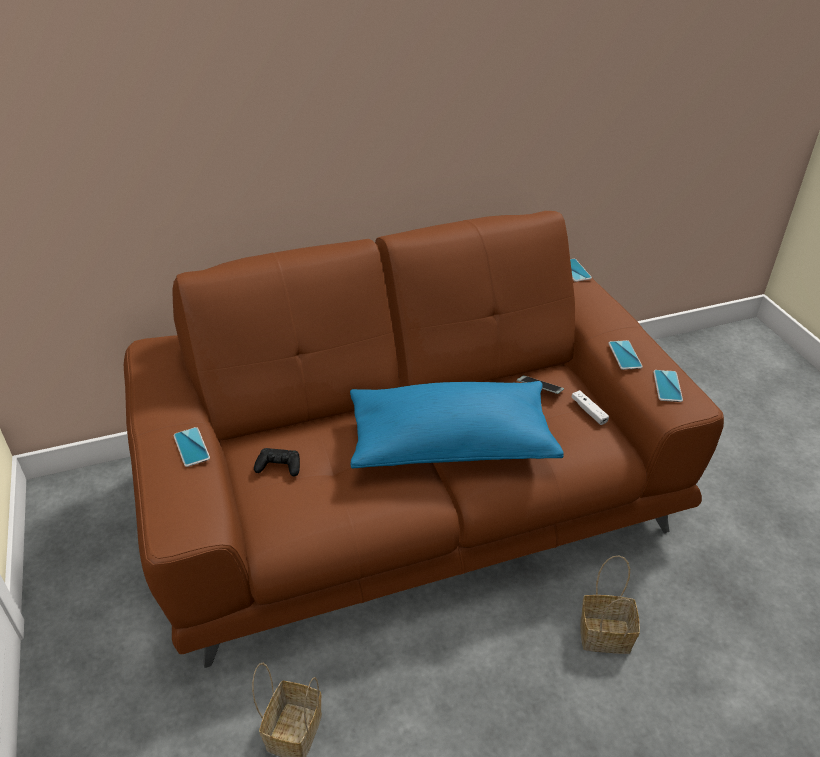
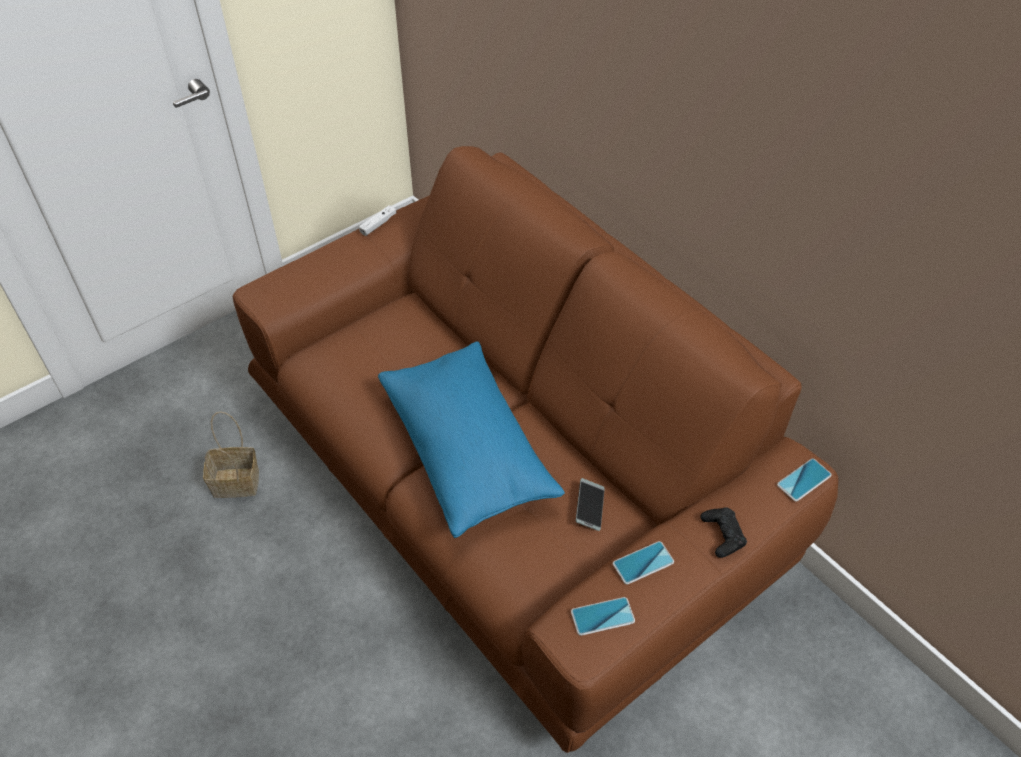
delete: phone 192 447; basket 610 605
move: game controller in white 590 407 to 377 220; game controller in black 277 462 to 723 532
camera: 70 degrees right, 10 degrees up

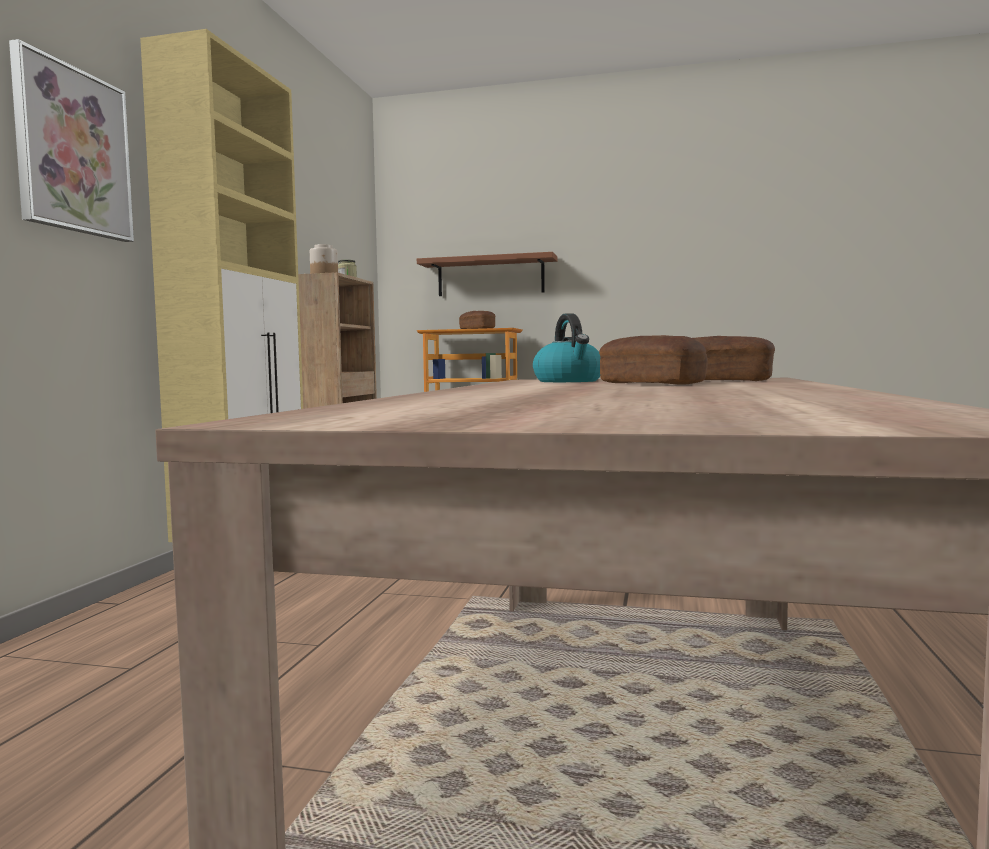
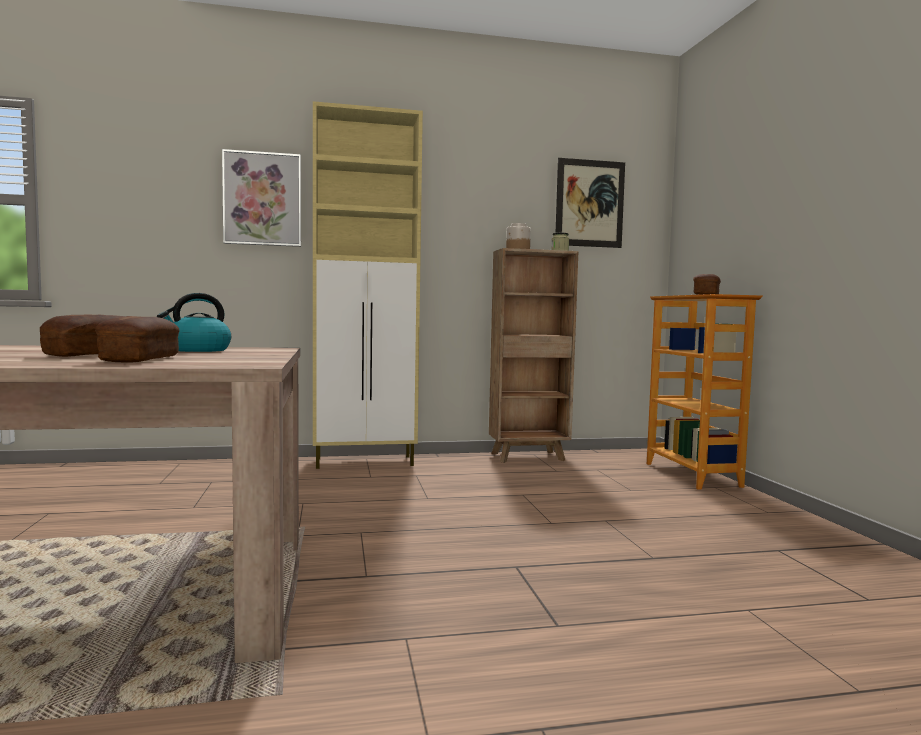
delete: shelf in brown 487 274
insert: picture 590 203
camera: 65 degrees right, 0 degrees up

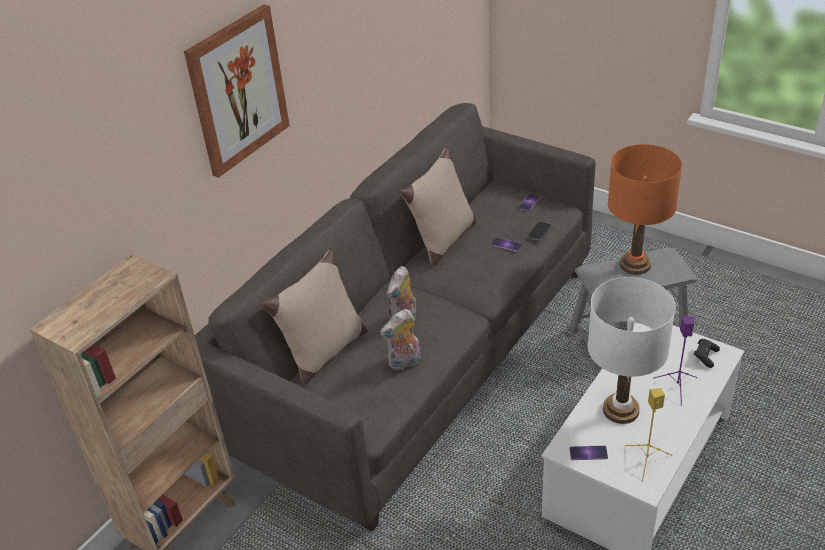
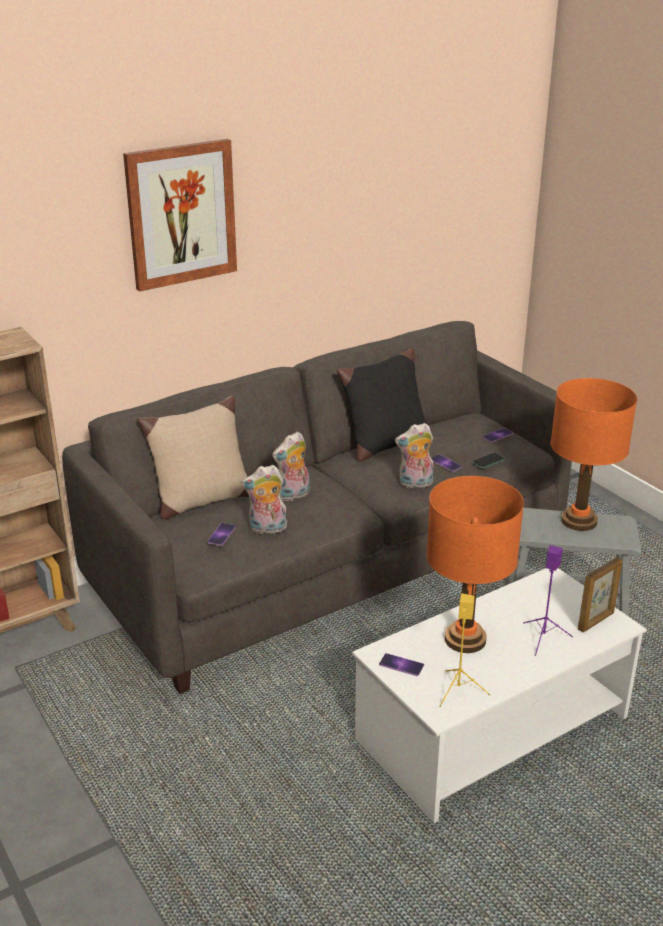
insert: plush toy 414 455; phone 221 534
replace: game controller in black 706 353 to picture frame 600 594
recolor: pillow in beige 438 206 to pillow in black 381 404; table lamp in white 632 350 to table lamp in orange 475 564
camera: 20 degrees right, 10 degrees down

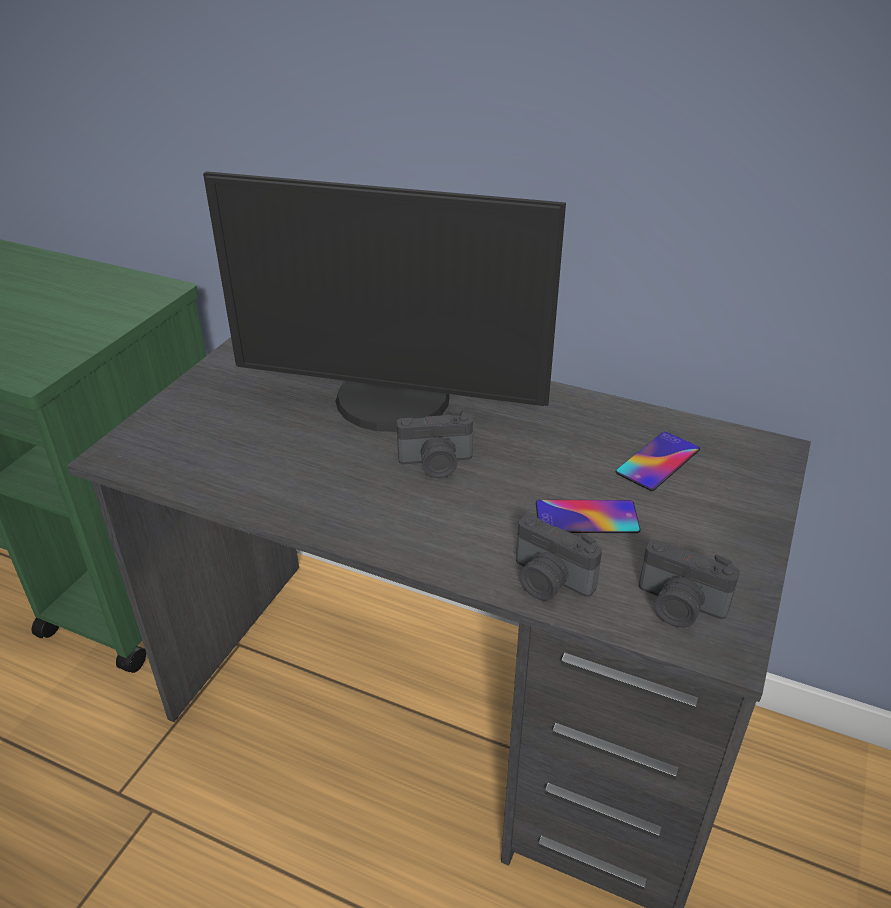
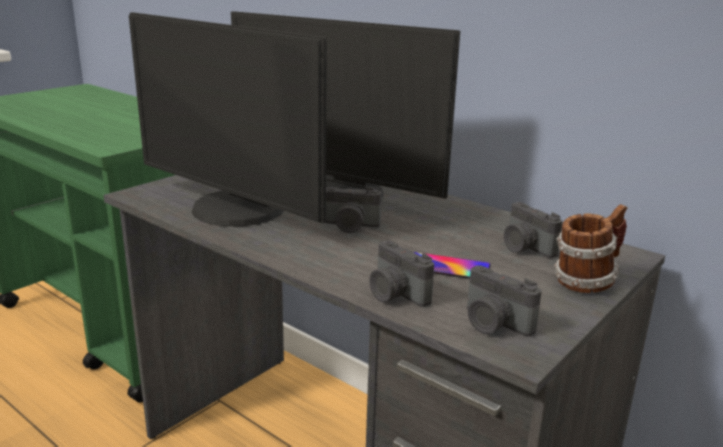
insert: monitor 228 119; mug 591 248
replace: phone 658 461 to photo camera 533 230
camera: 15 degrees right, 15 degrees down

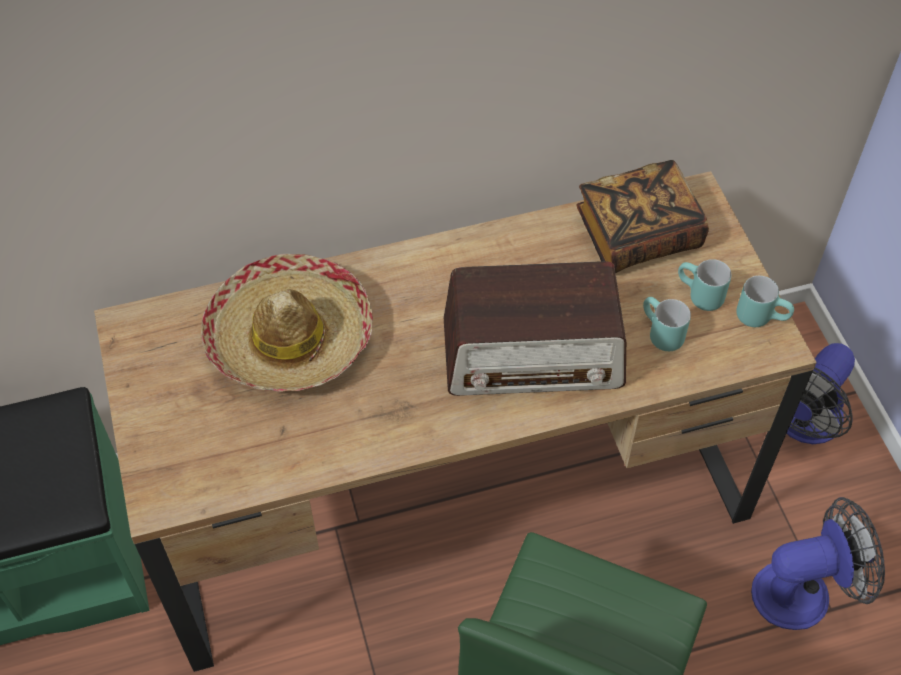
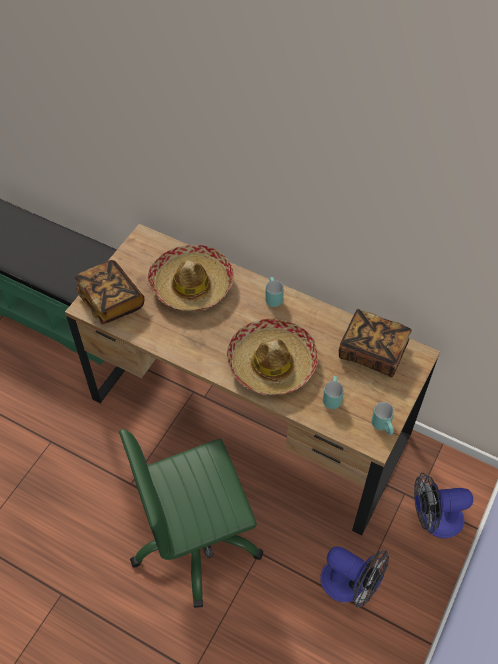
insert: book 110 292
move: mug in turquoise 705 285 to 274 292
replace: radio 535 328 to hat 272 356
camera: 45 degrees right, 0 degrees up

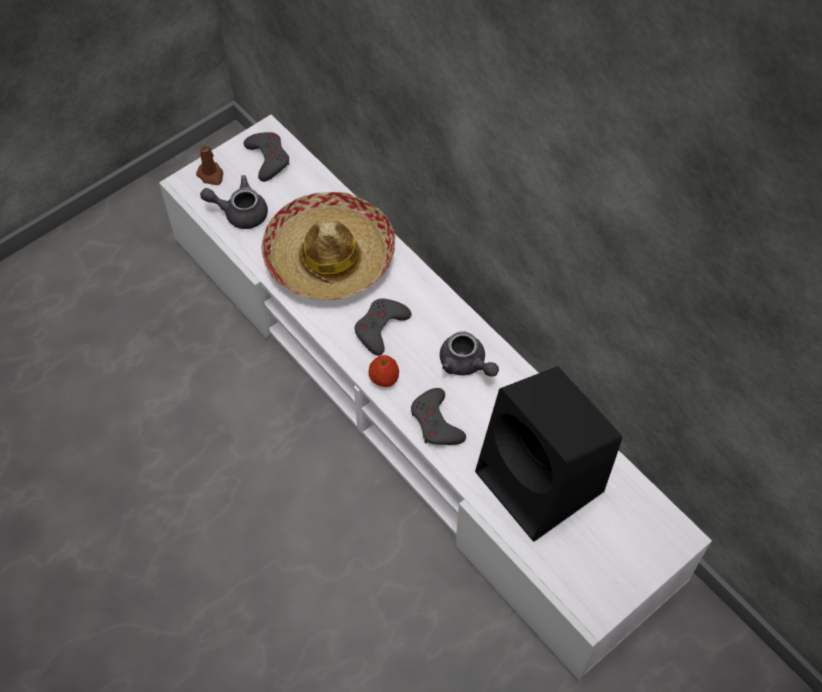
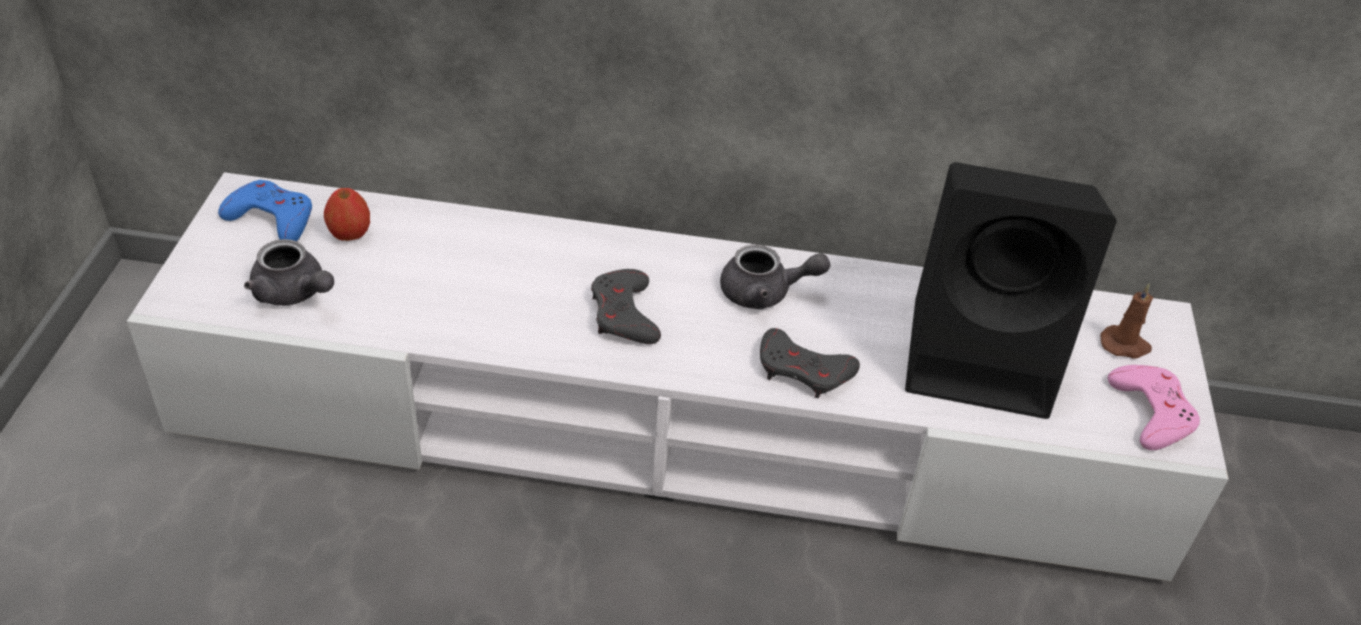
delete: hat 328 246
insert: game controller in pink 1154 407
move: candle in brown 209 163 to 1126 321; apple 383 371 to 347 214
recolor: game controller in grey 266 157 to game controller in blue 265 210
rotate: teapot in grey 234 202 = 289 272 105 degrees counterclockwise
camera: 45 degrees left, 15 degrees down

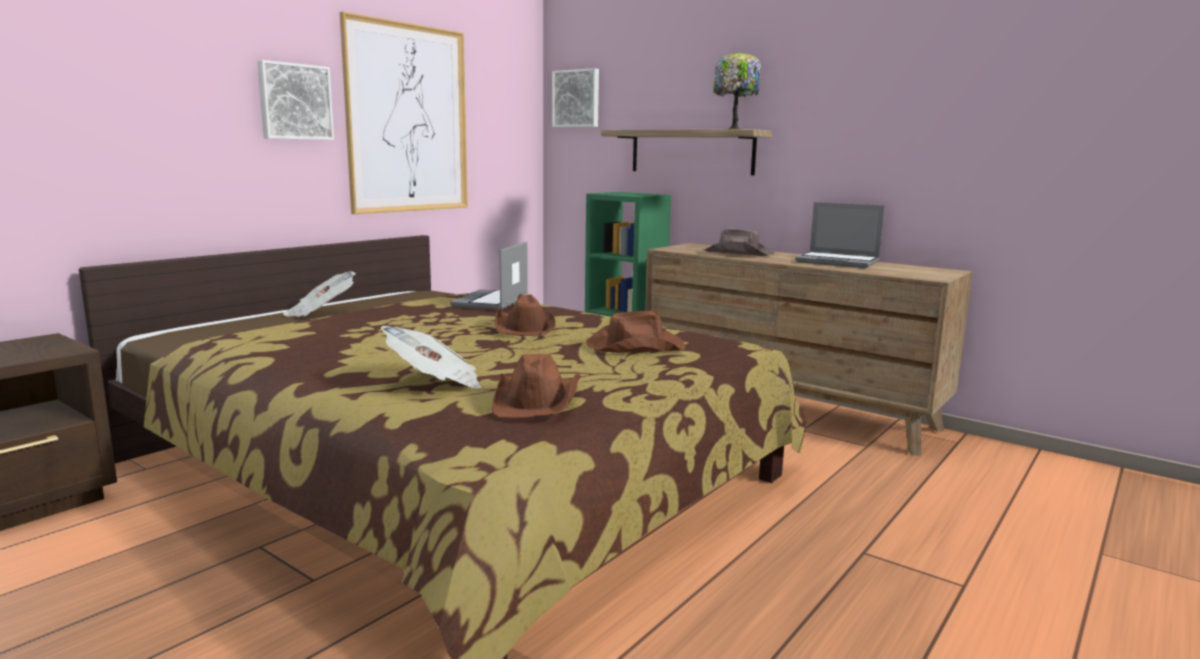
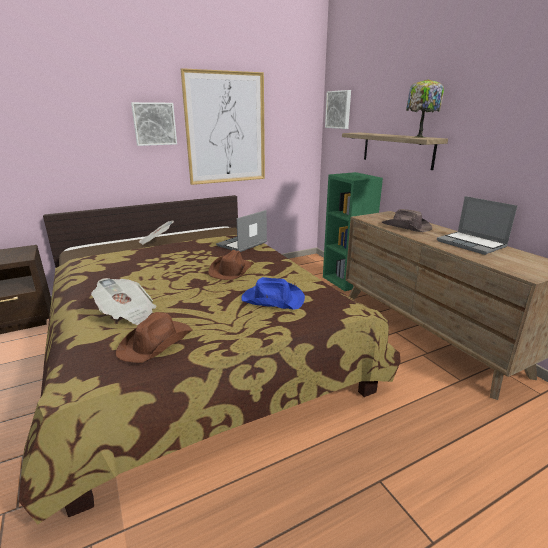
recolor: hat in brown 635 332 to hat in blue 273 293
camera: 25 degrees right, 10 degrees up

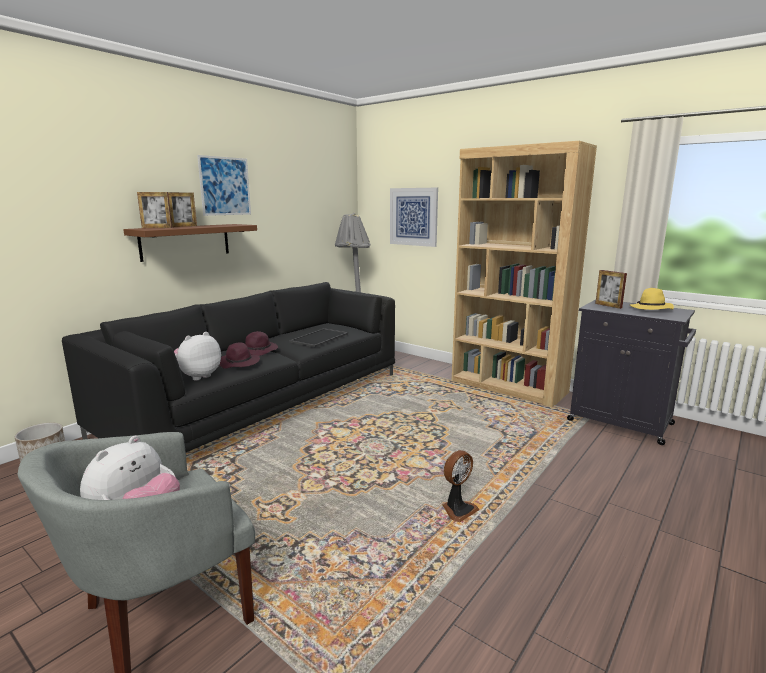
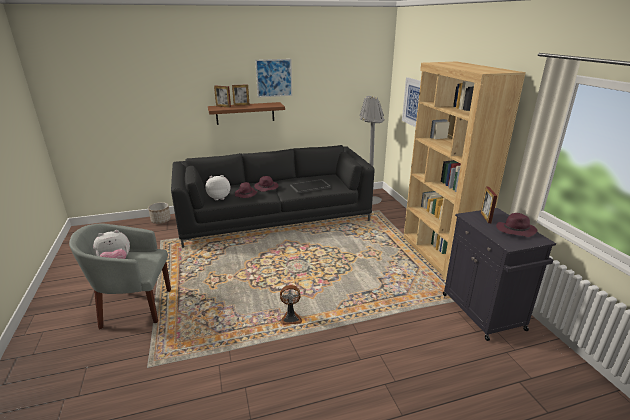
recolor: hat in yellow 652 299 to hat in purple 517 225
camera: 35 degrees right, 10 degrees up

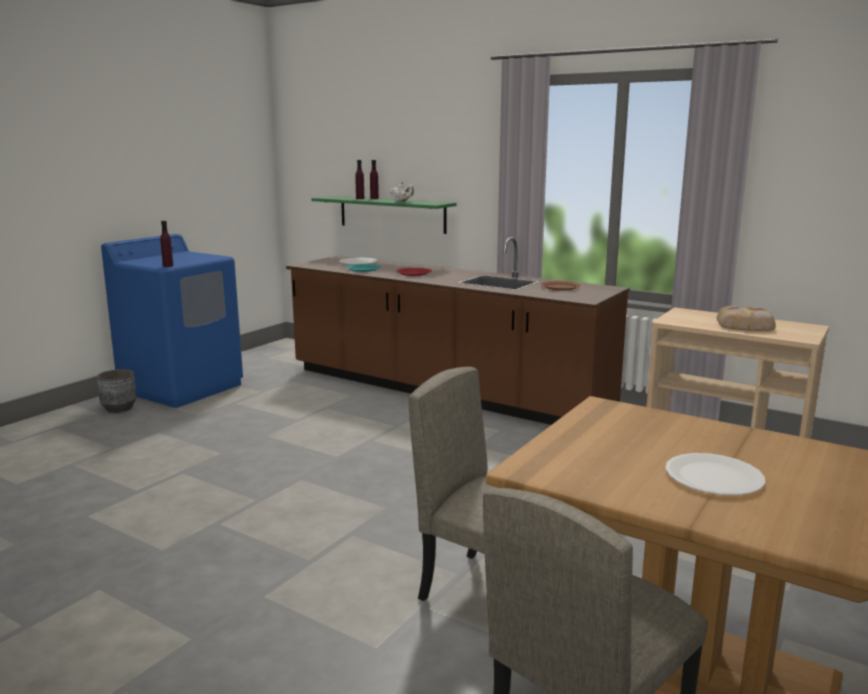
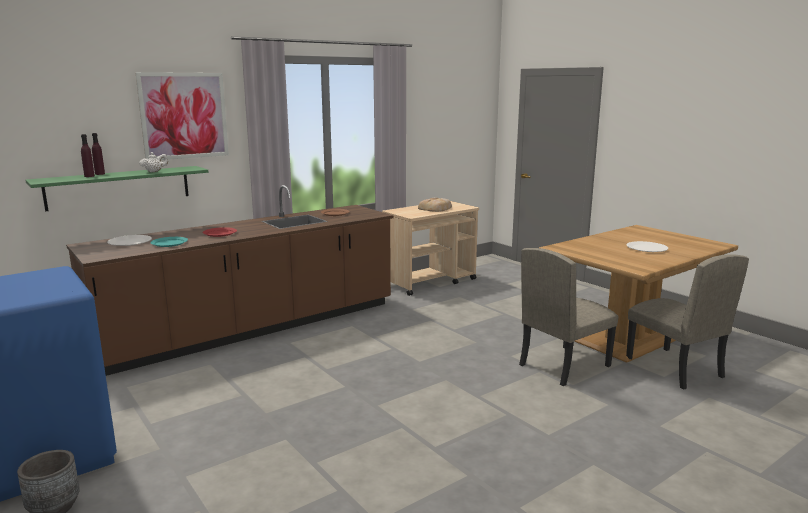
delete: bottle in purple 166 244
insert: picture 182 116
camera: 70 degrees left, 0 degrees up

